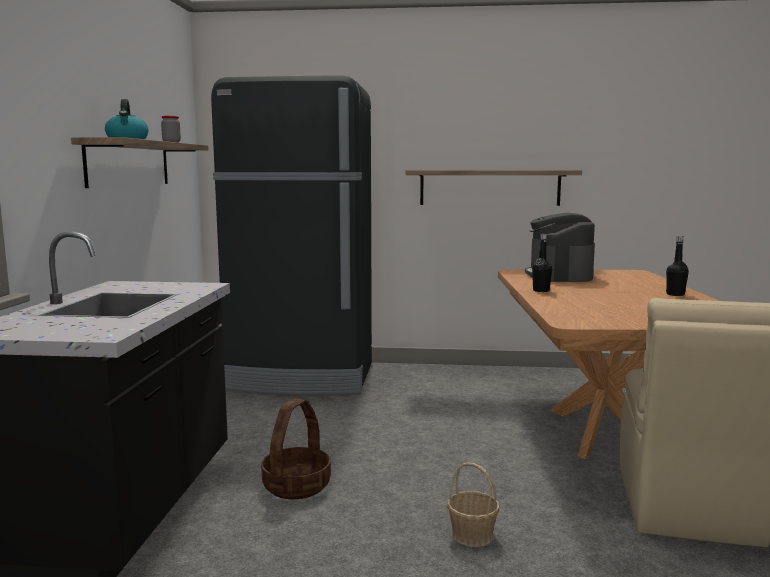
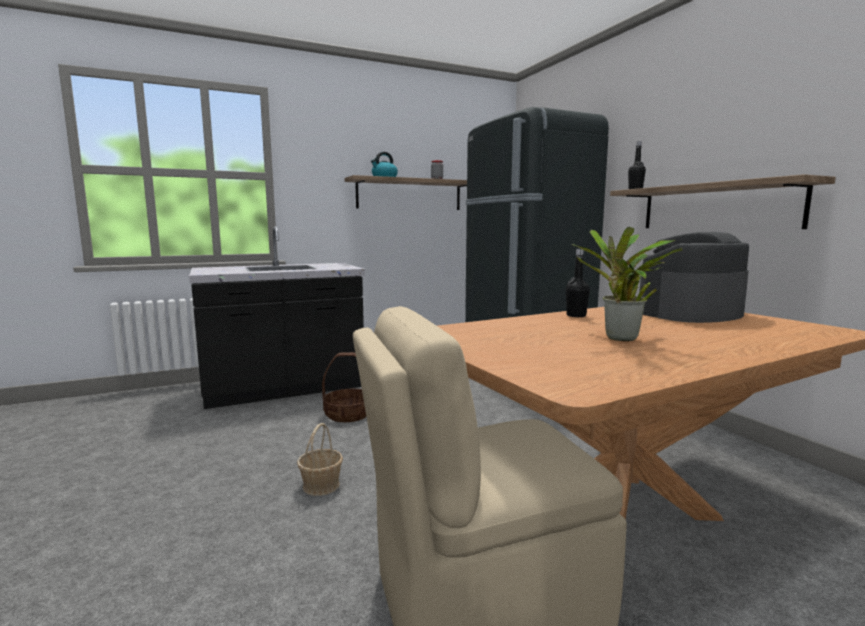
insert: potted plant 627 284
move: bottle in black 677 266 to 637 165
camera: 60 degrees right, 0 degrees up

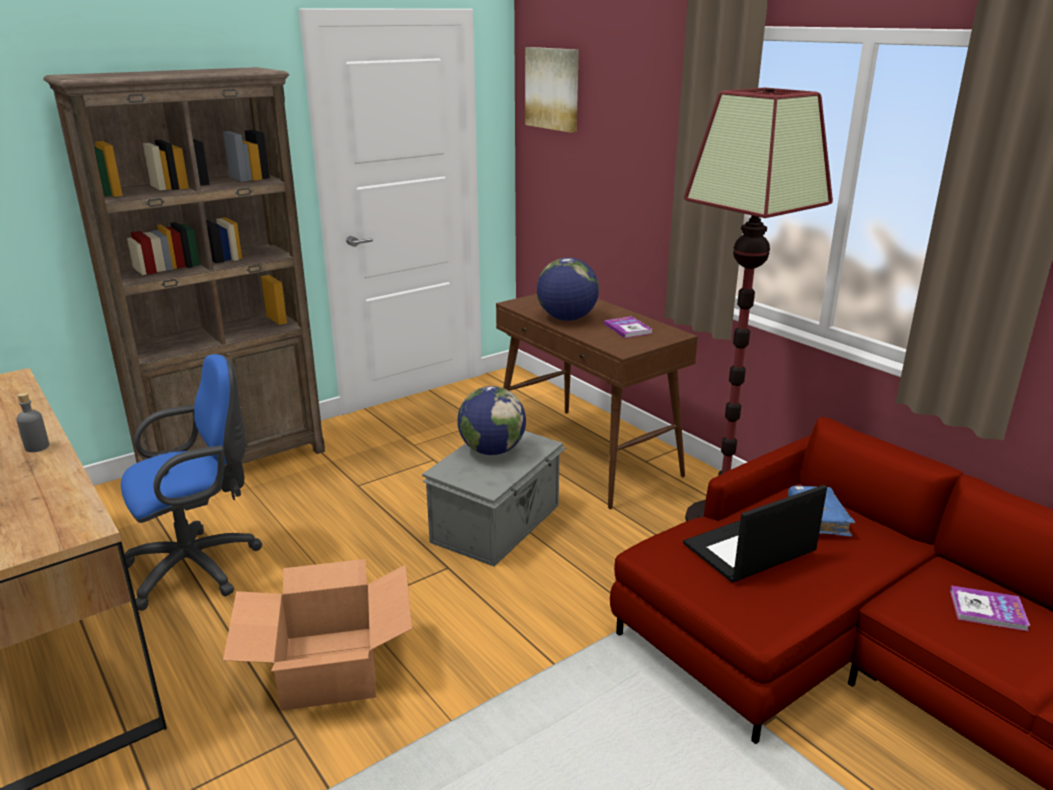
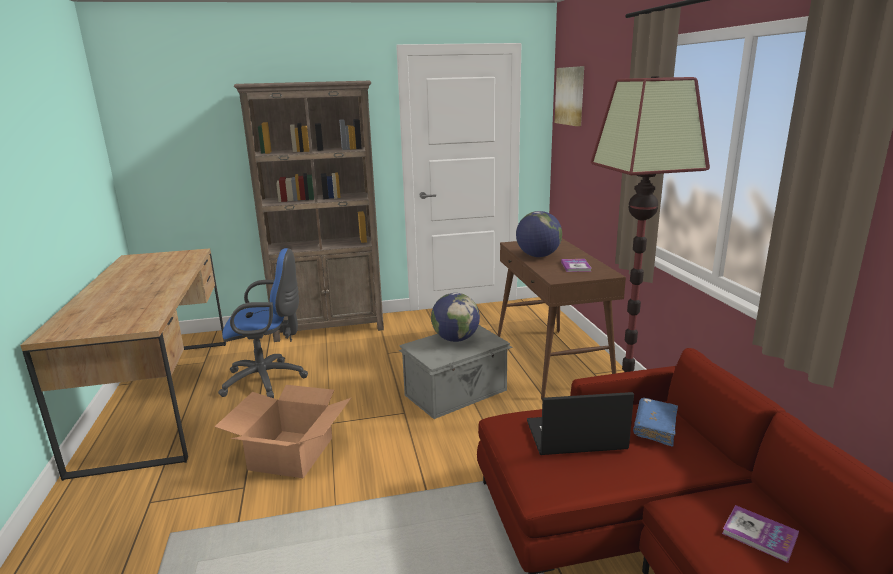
delete: bottle in grey 32 422
camera: 25 degrees right, 5 degrees down

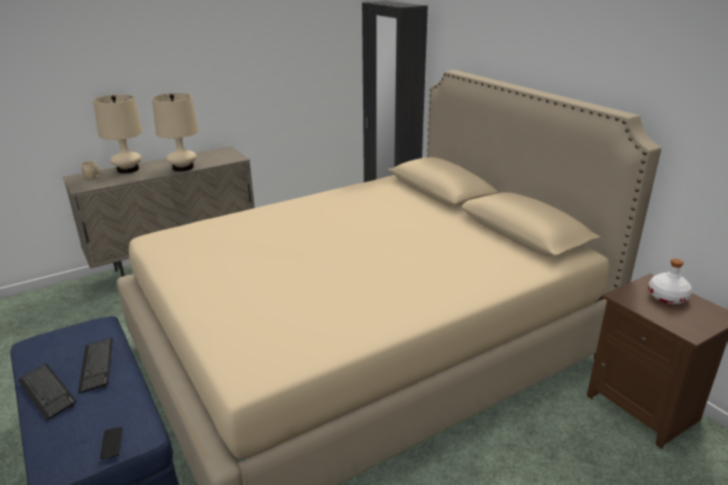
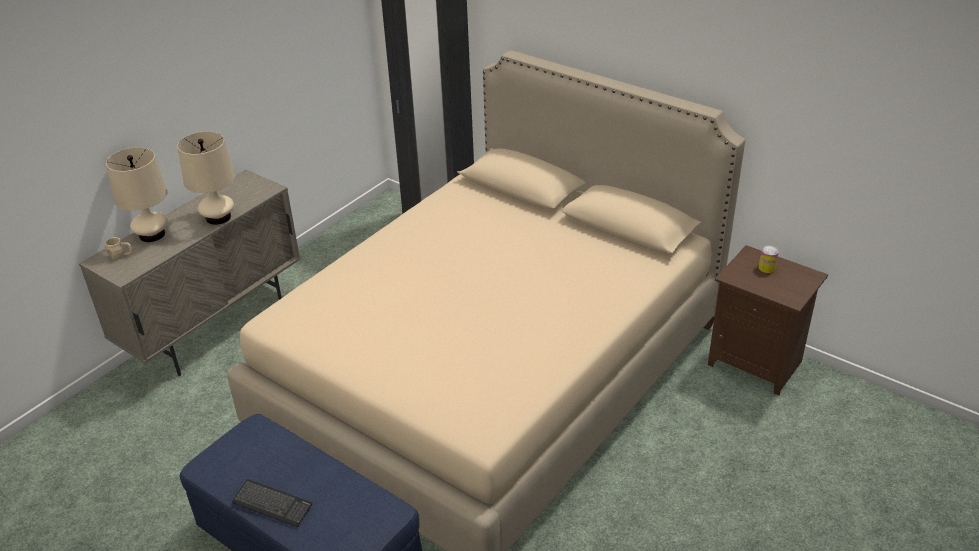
delete: keyboard 95 366; phone 111 443
replace: bottle in white 670 281 to can 769 259
camera: 20 degrees left, 10 degrees up

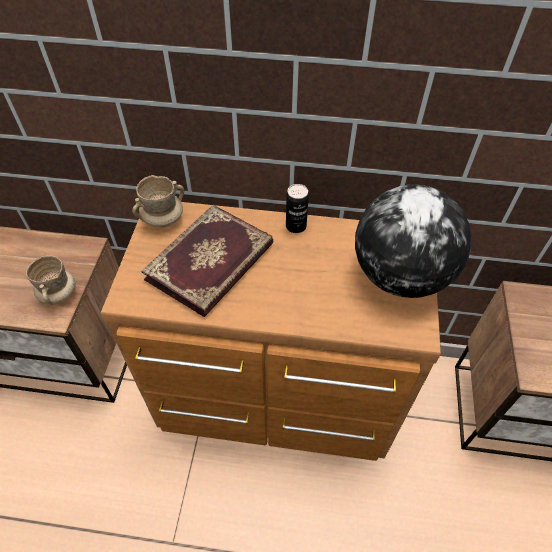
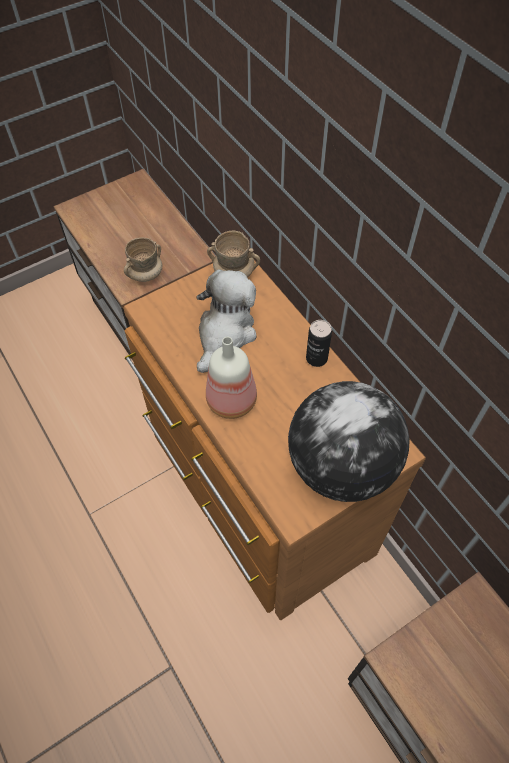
insert: bottle 231 378
replace: book 207 261 to plush toy 226 321
camera: 50 degrees right, 5 degrees up

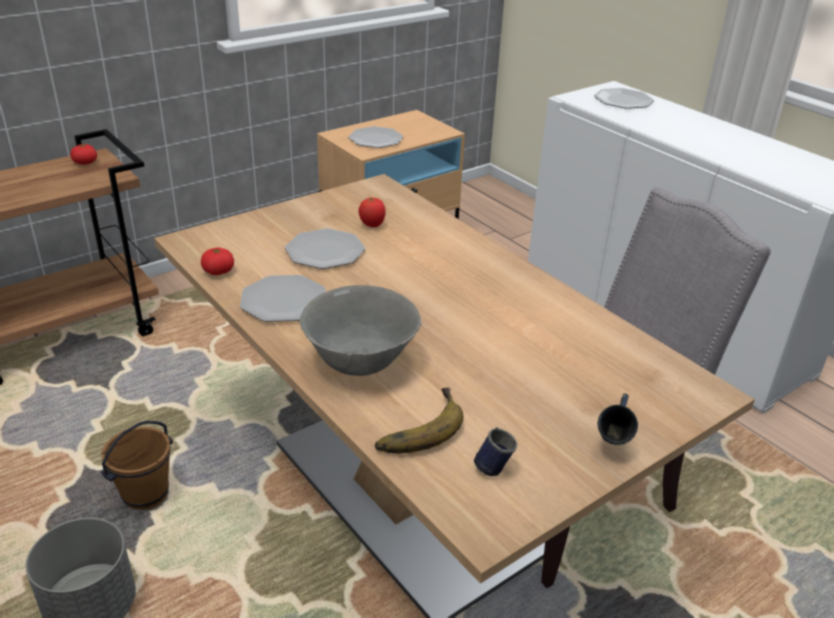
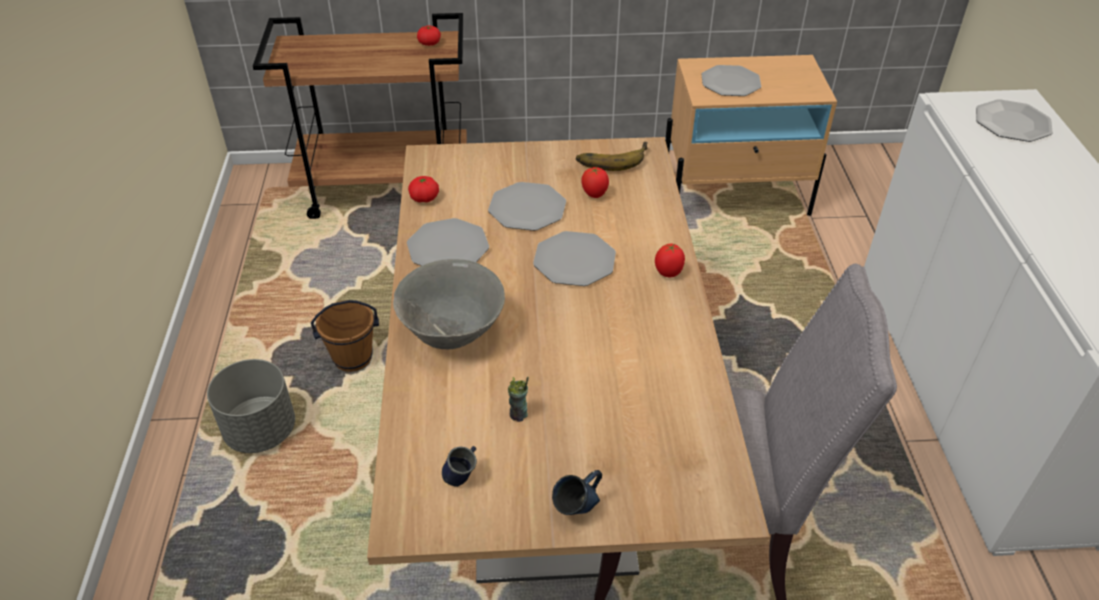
insert: plate 574 258; tomato 670 260; cup 518 399
move: banana 419 420 to 612 156
camera: 35 degrees right, 10 degrees up

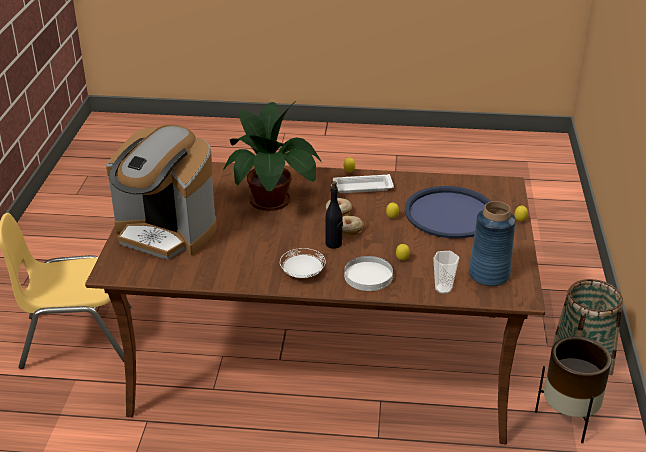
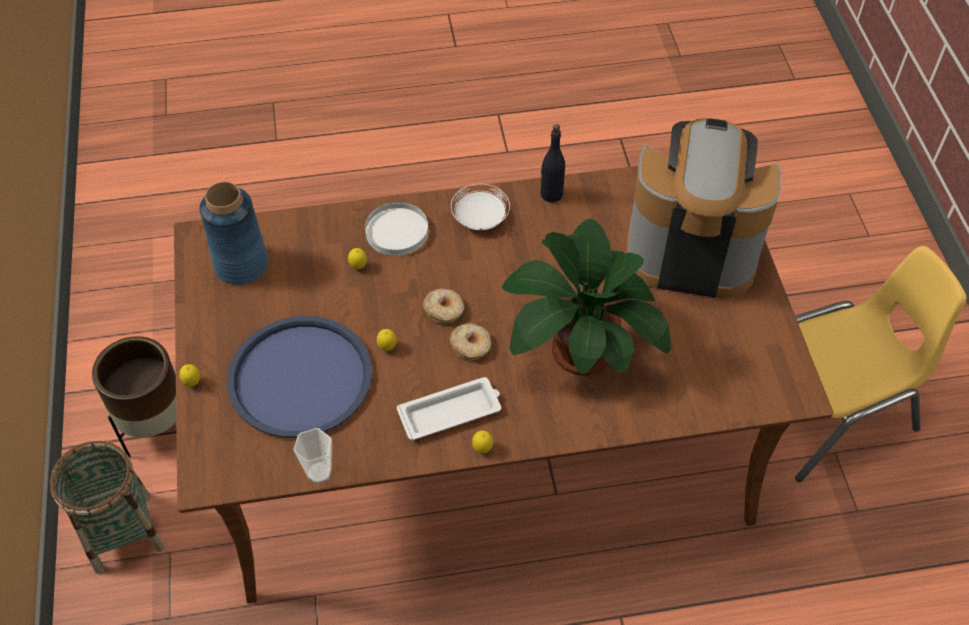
move: bottle in black 334 215 to 553 163; cup 446 272 to 312 456
camera: 165 degrees right, 20 degrees up

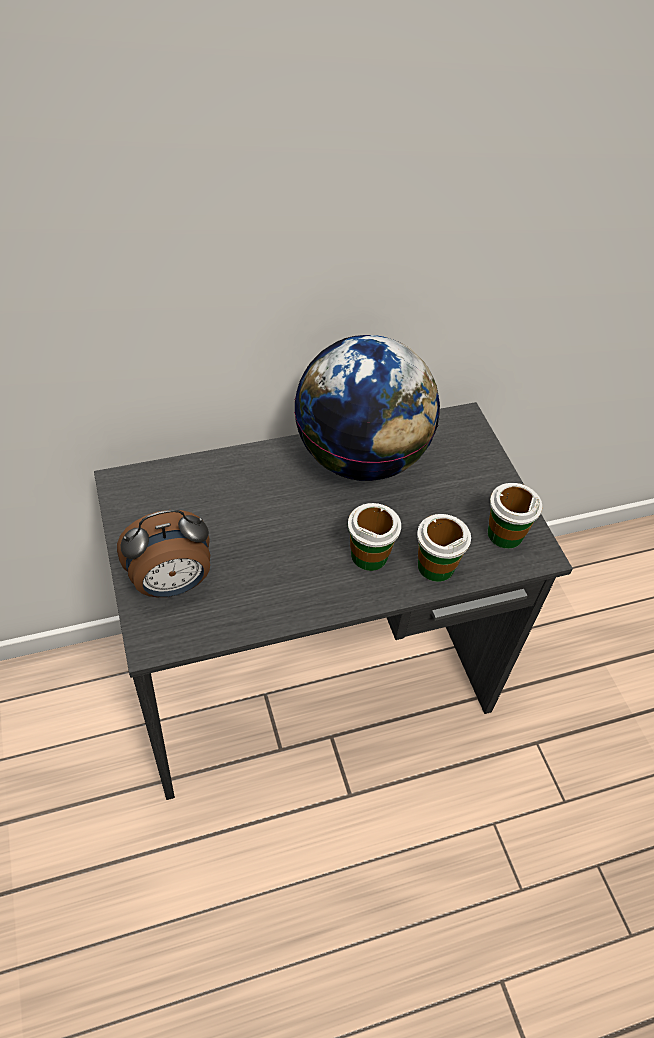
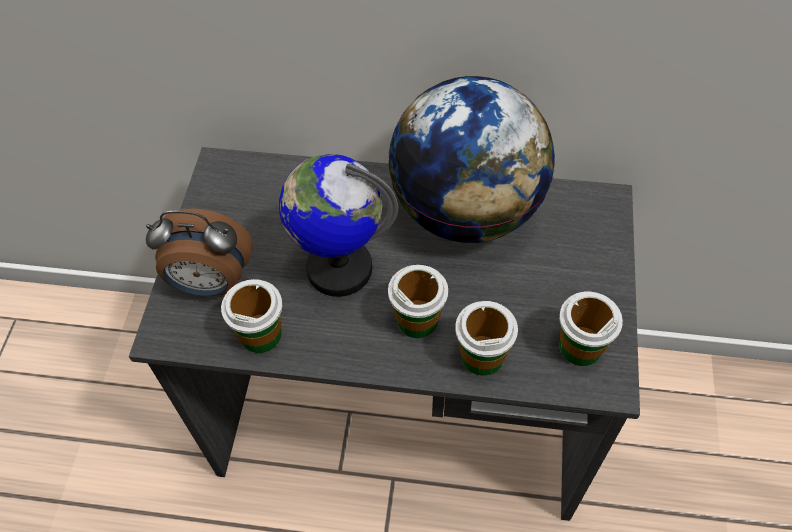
insert: globe 338 225; cup 251 316
camera: 30 degrees right, 5 degrees up

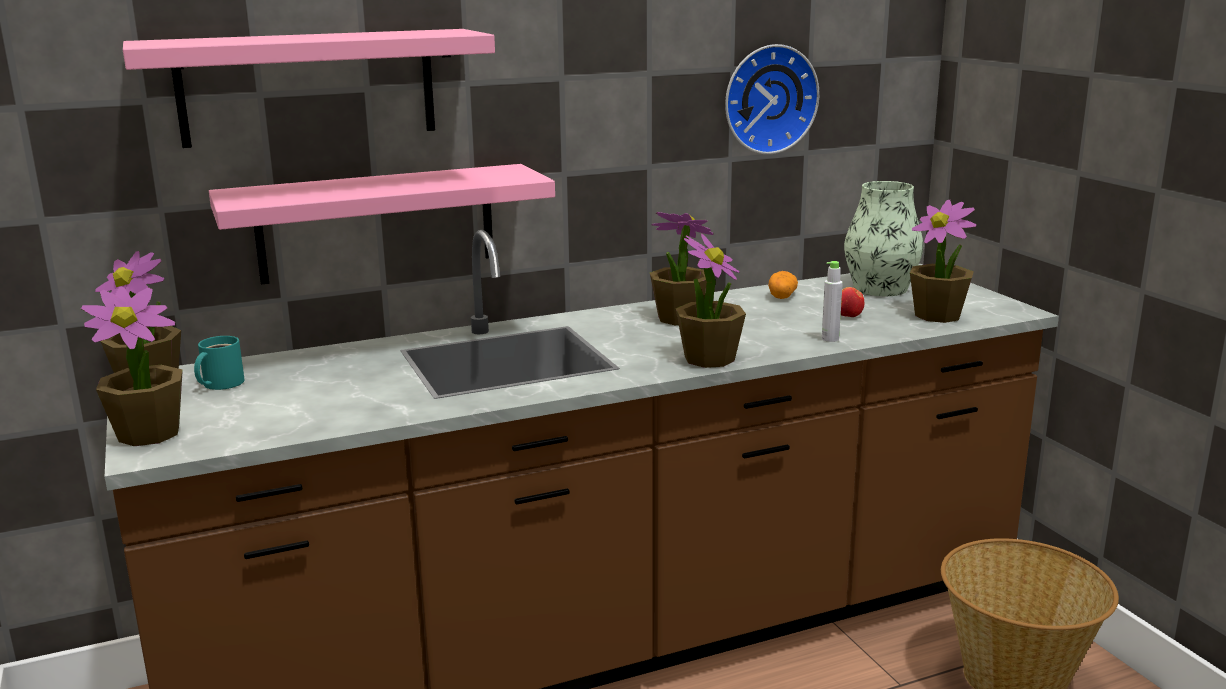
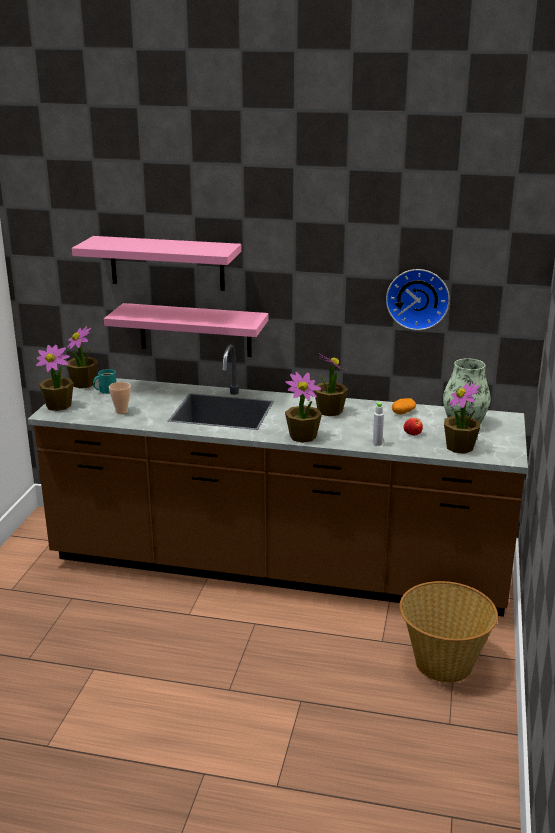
insert: cup 120 398
camera: 35 degrees right, 5 degrees up

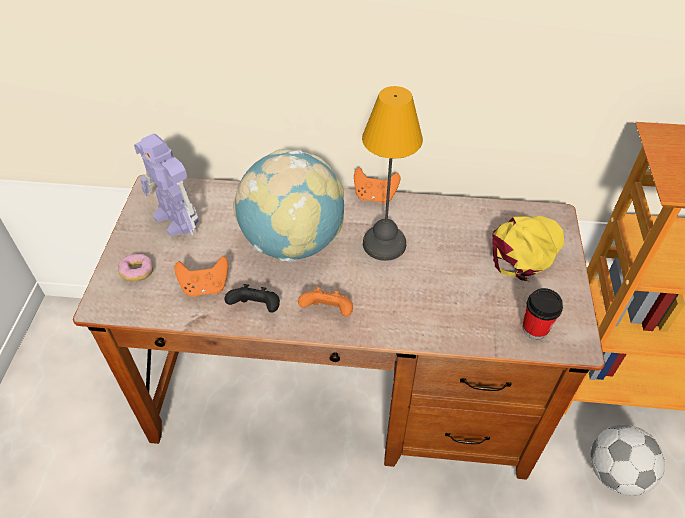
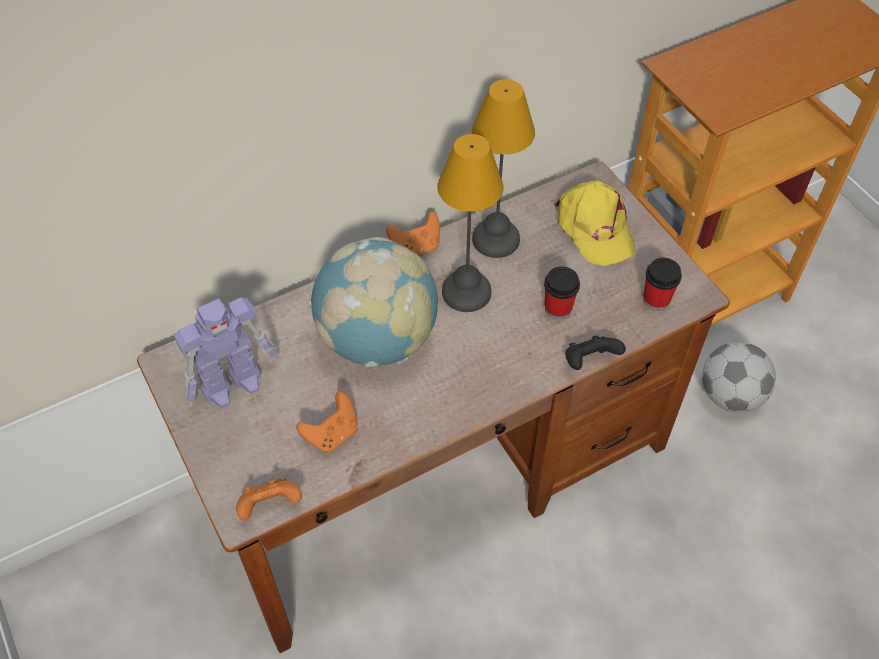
delete: donut 135 268
insert: table lamp 503 168; cup 562 292
move: game controller in black 252 298 to 595 352; game controller in orange 325 302 to 269 499
rotate: toy robot 166 184 = 226 352 45 degrees counterclockwise; cap in yellow 528 248 = 594 223 150 degrees clockwise
camera: 35 degrees left, 5 degrees up

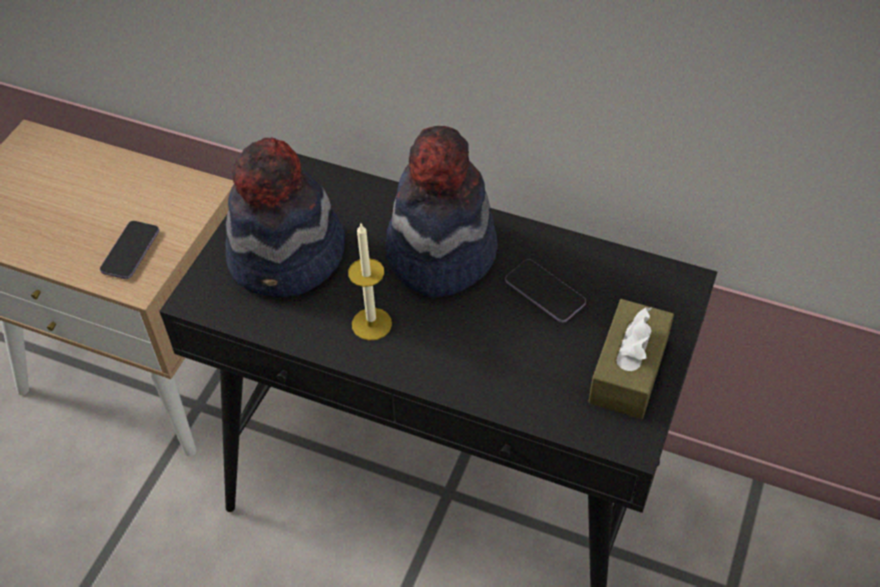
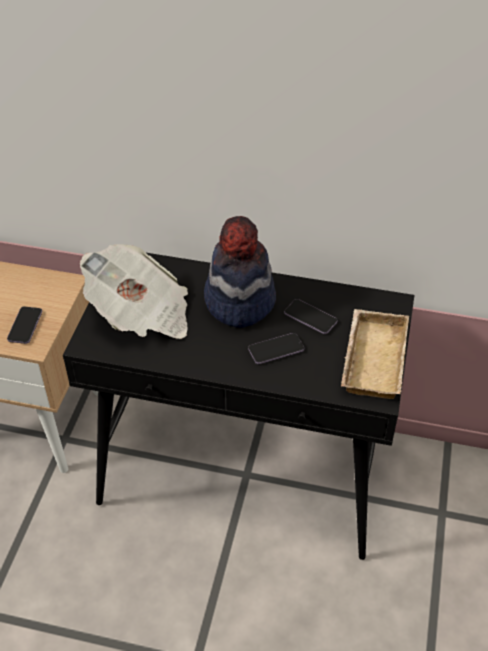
delete: candle 370 282
insert: phone 276 348
replace: hat 285 217 to newspaper 134 291; tissue box in brown 631 359 to tray in beige 375 354
camera: 10 degrees left, 5 degrees down

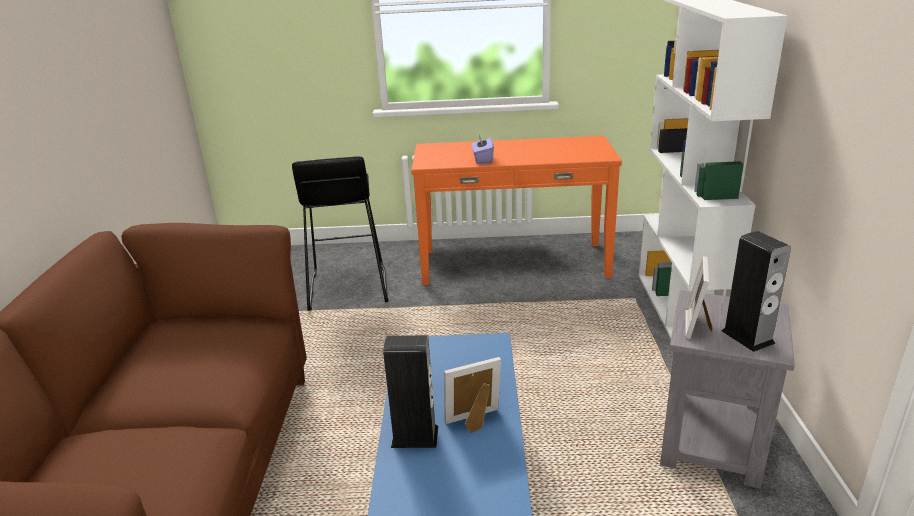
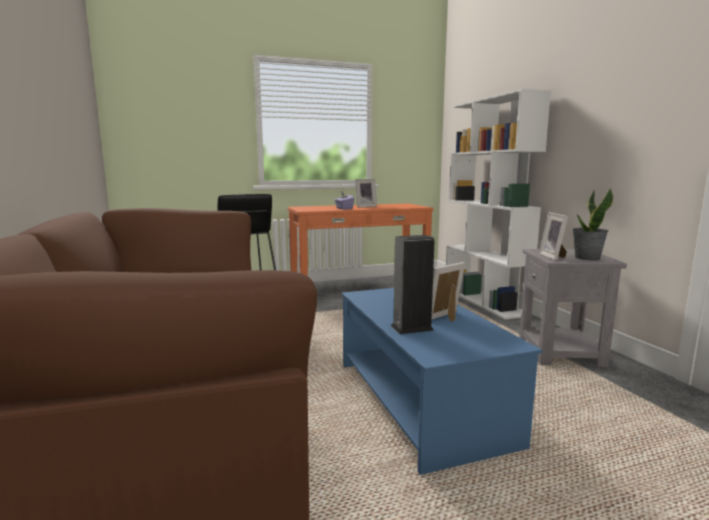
insert: picture frame 366 193
replace: speaker 756 291 to potted plant 592 224
camera: 20 degrees left, 15 degrees down

